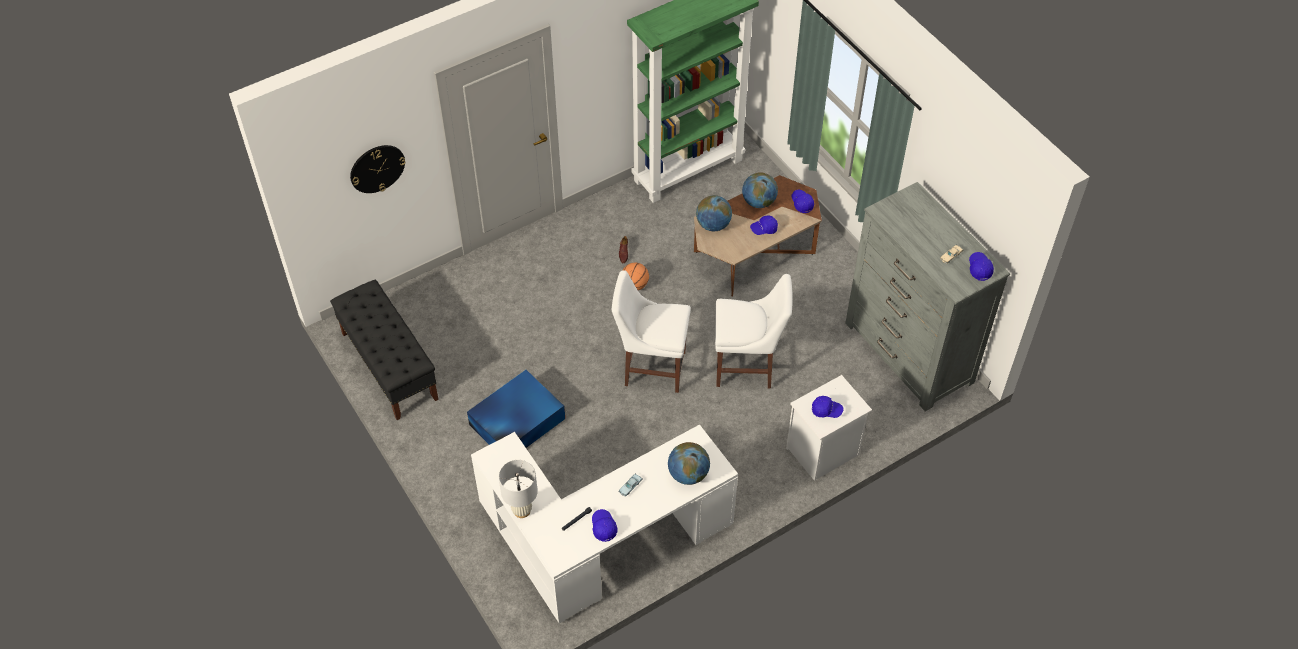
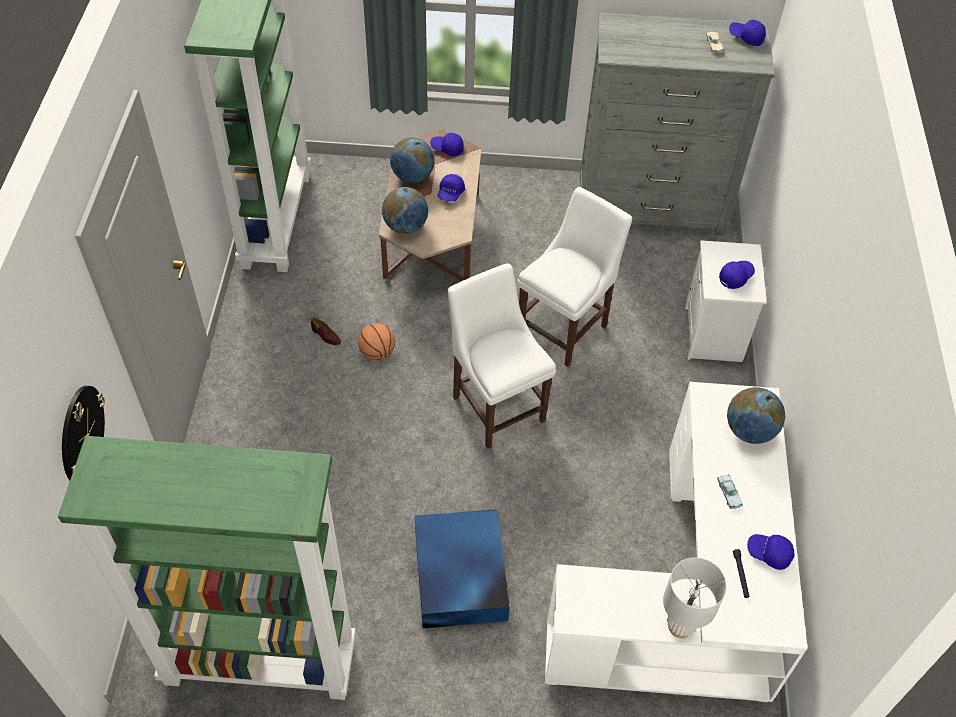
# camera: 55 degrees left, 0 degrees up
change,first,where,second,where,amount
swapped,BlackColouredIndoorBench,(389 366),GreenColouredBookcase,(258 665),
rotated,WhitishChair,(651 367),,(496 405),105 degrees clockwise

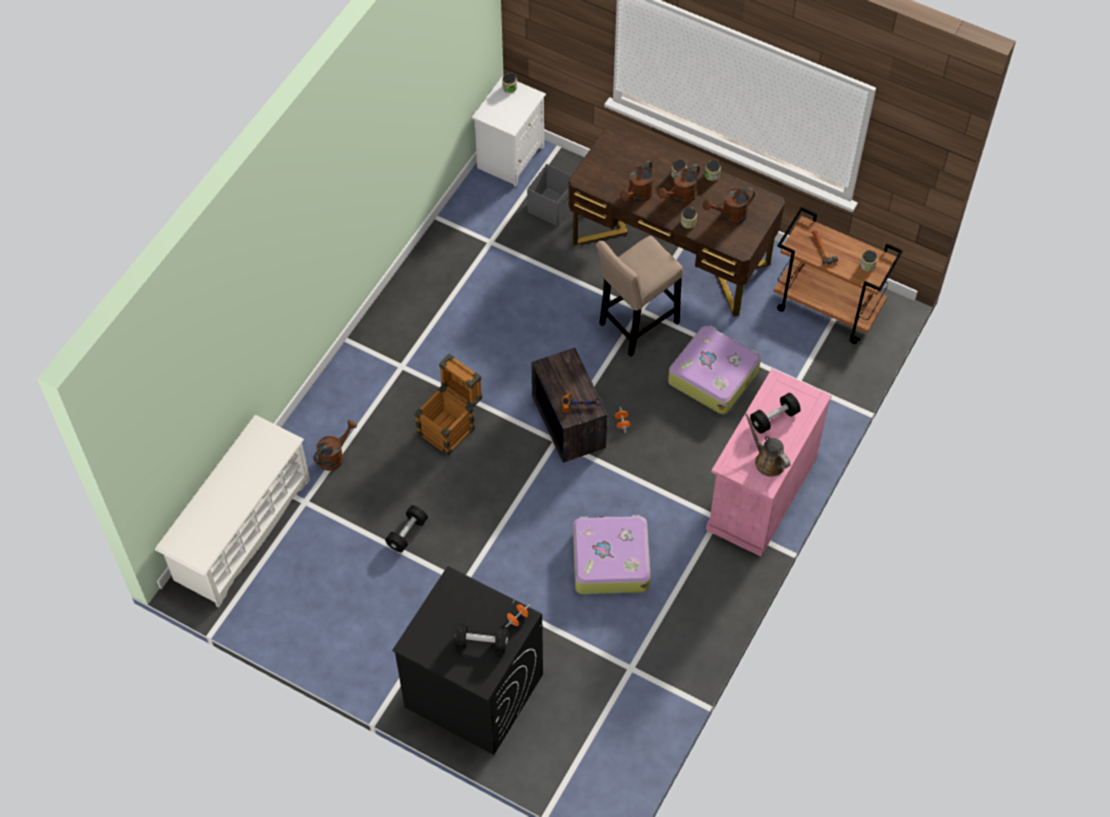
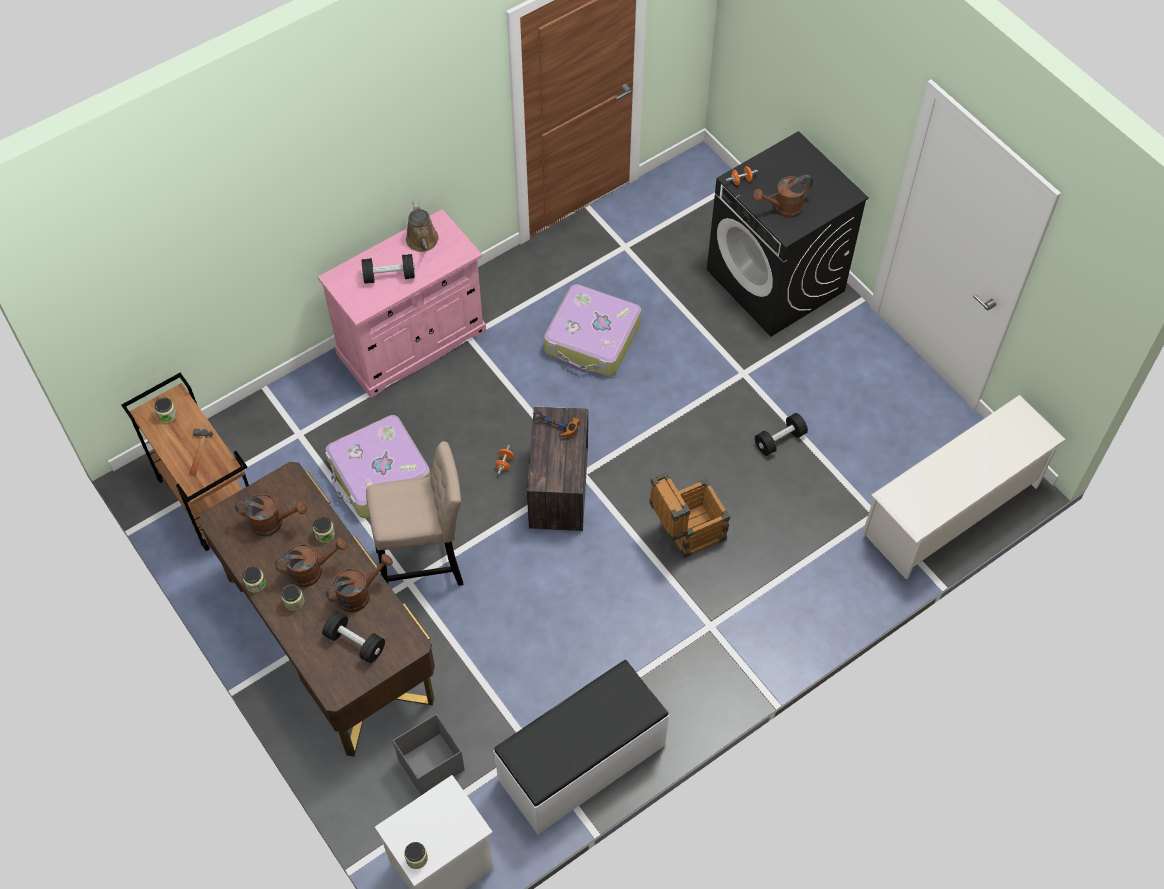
# camera: 155 degrees left, 0 degrees up
change,first,where,second,where,amount
new,,,WhitishIndoorBench,(582 763),
shifted,BrownWateringPot,(334 456),,(783 209),
shifted,BlackColouredDumbbell,(481 643),,(355 642),

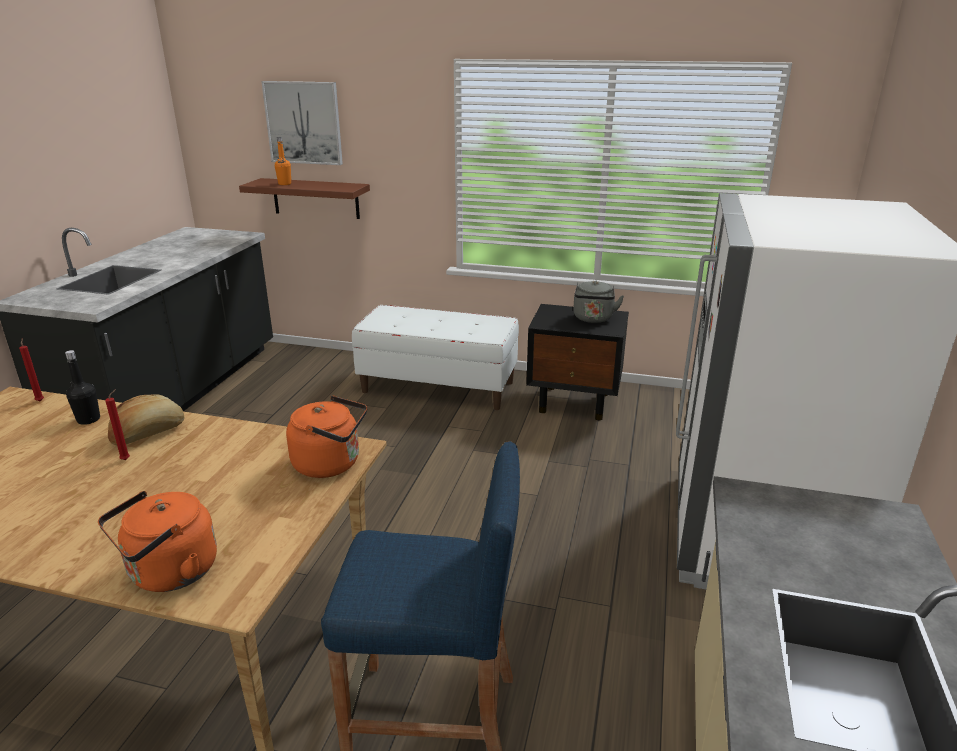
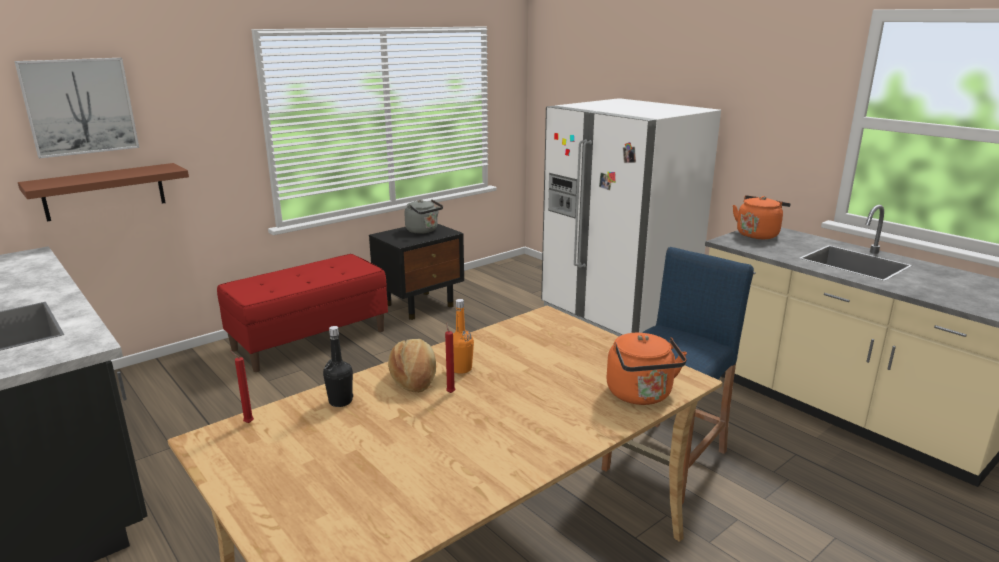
# camera: 55 degrees left, 5 degrees down
change,first,where,second,where,amount
shifted,OrangeDrinkBottle,(284 184),,(461 369),
shifted,OrangeWaterKettle,(331 464),,(758 234),
repainted,WhitishIndoorBench,(438 387),ReddishIndoorBench,(310 339),

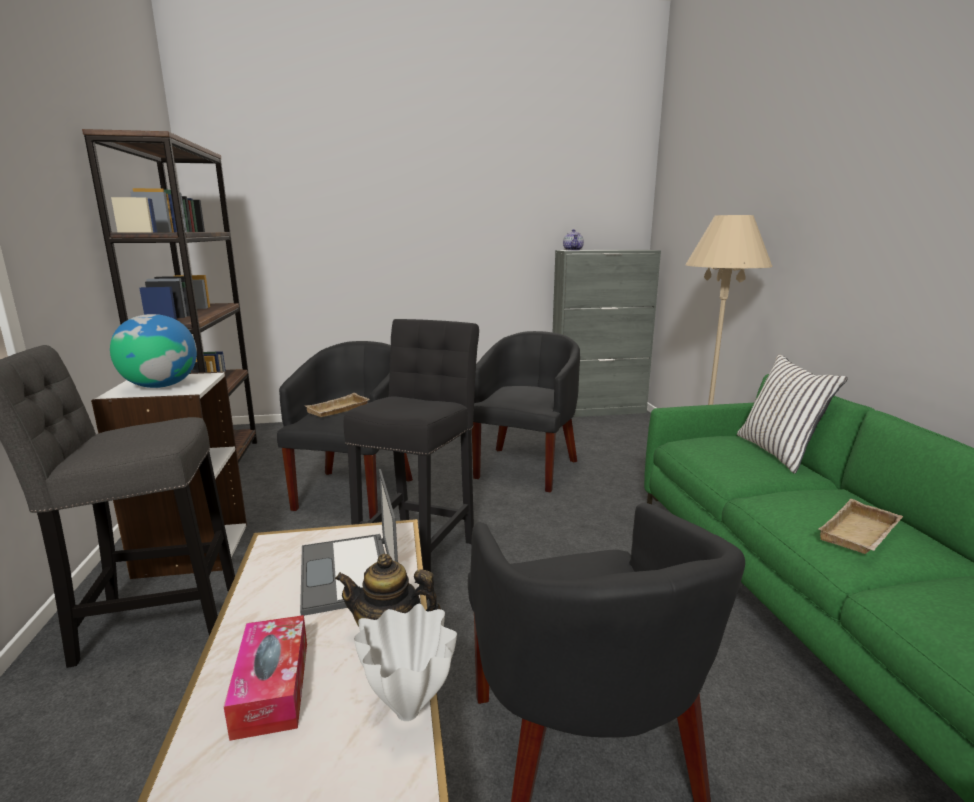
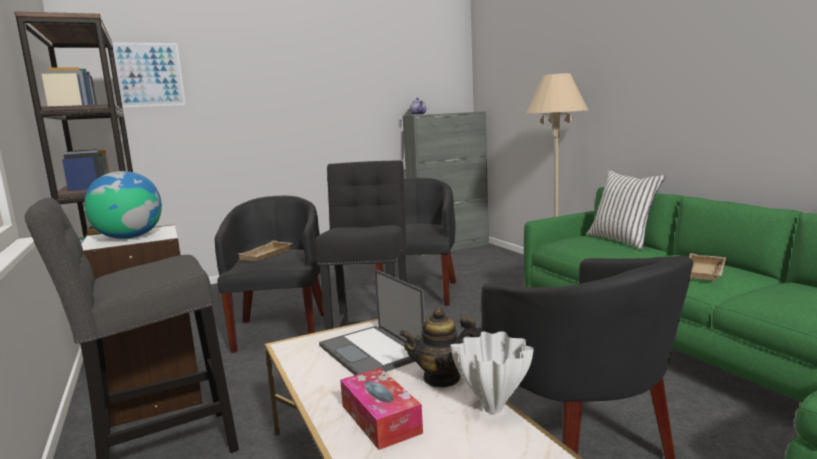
# camera: 15 degrees left, 5 degrees down
change,first,where,second,where,amount
new,,,WallPicture,(148 75),

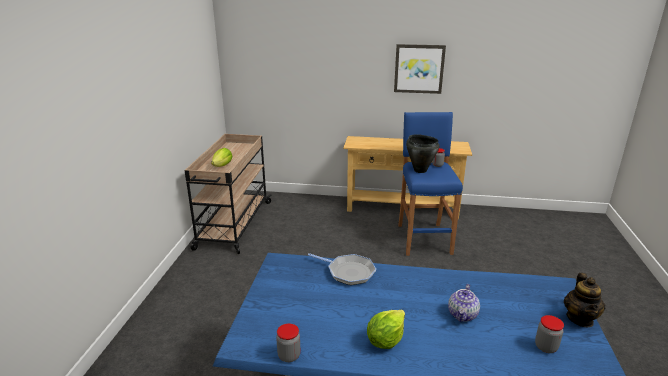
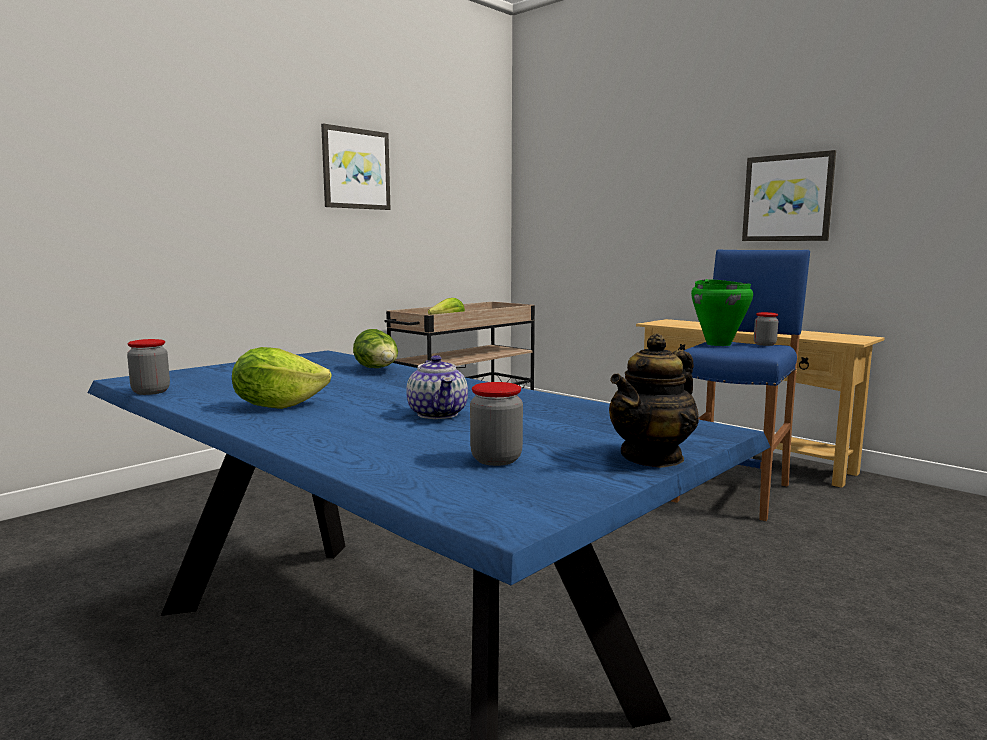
# camera: 35 degrees right, 15 degrees down
change,first,where,second,where,amount
new,,,WallPicture,(355 169),
swapped,FryingPan,(348 272),Lettuce,(378 369),
repainted,BlackColouredStockpot,(420 170),GreenColouredStockpot,(718 344),
rotated,PotForTea,(463 315),,(438 414),75 degrees counterclockwise

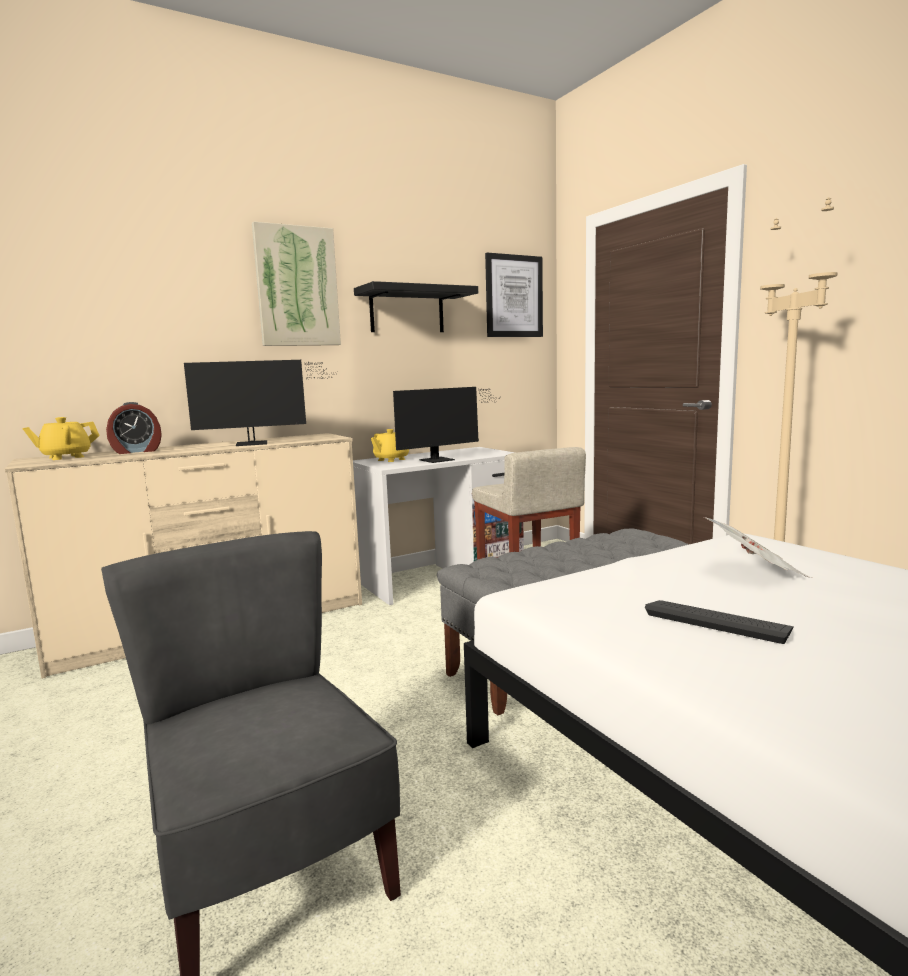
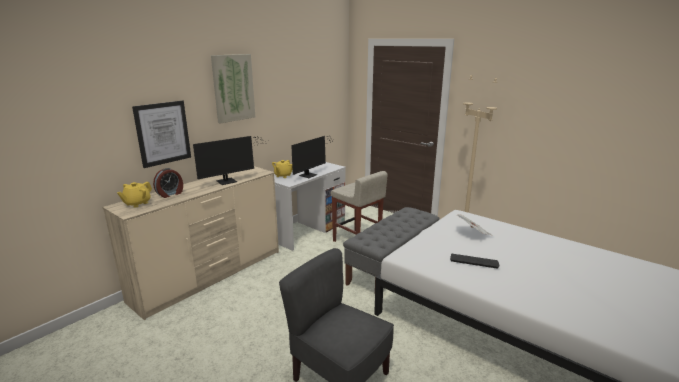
# camera: 20 degrees left, 10 degrees up
change,first,where,second,where,amount
gone,BlackColouredBracketShelf,(407 311),,,
shifted,WallPicture,(514 296),,(163 133),

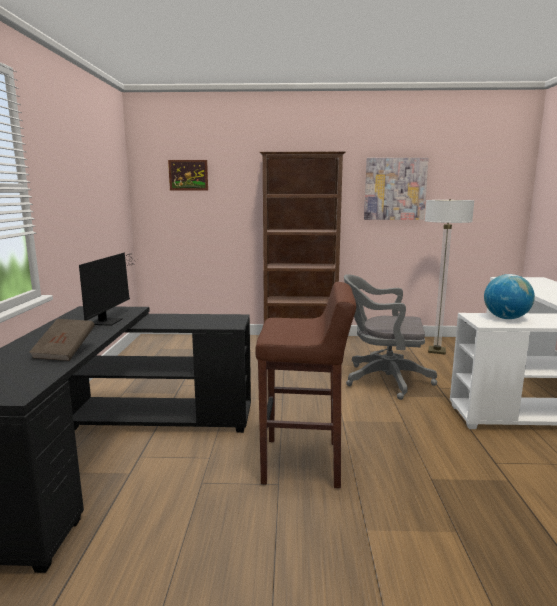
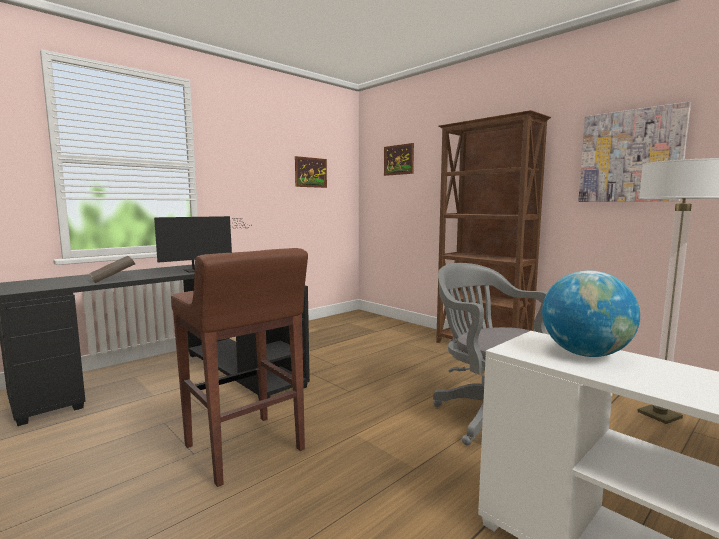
# camera: 45 degrees right, 5 degrees down
change,first,where,second,where,amount
new,,,WallPicture,(310 172),

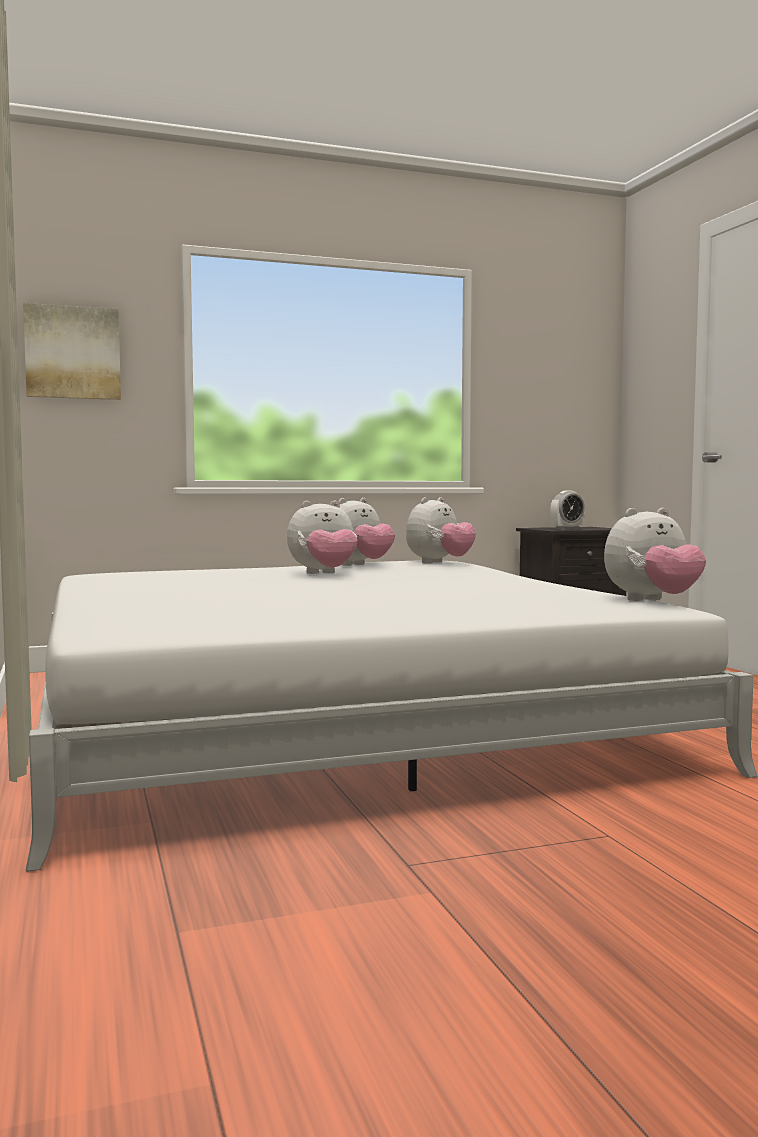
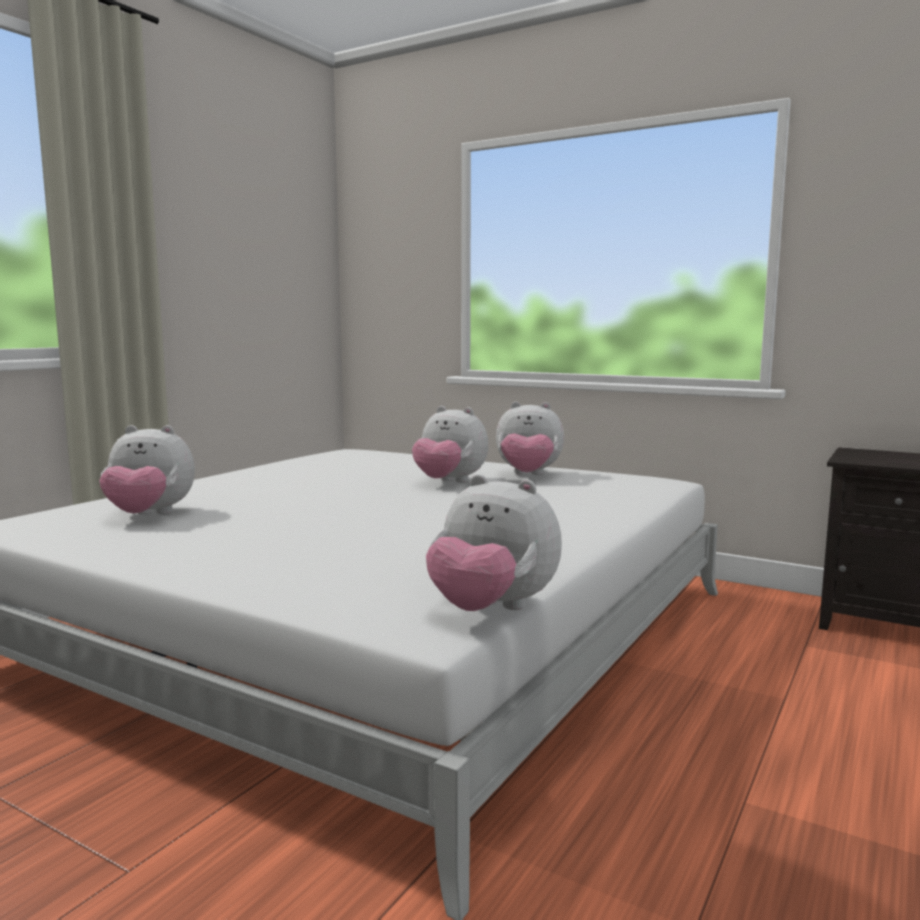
# camera: 50 degrees right, 5 degrees up
change,first,where,second,where,amount
gone,WallPicture,(73 353),,,
gone,BedsideClock,(567 529),,,
shifted,CuddlyToy,(439 563),,(149 515),

